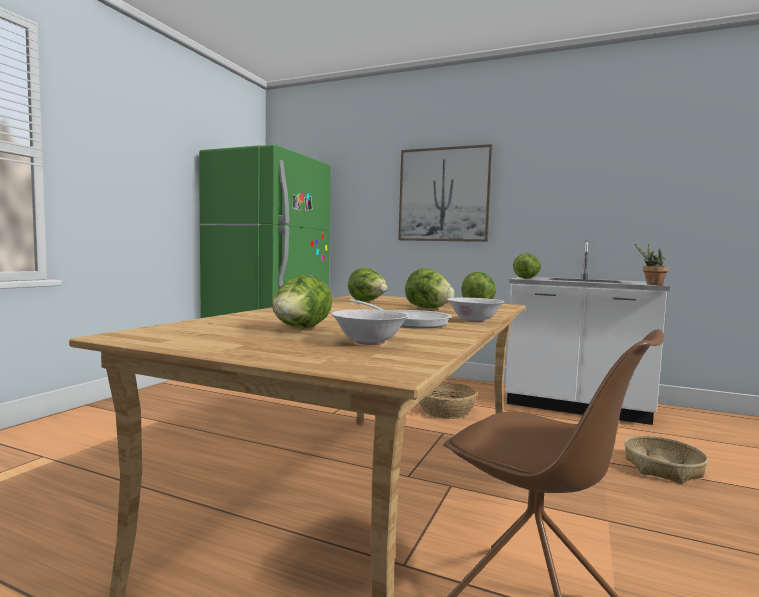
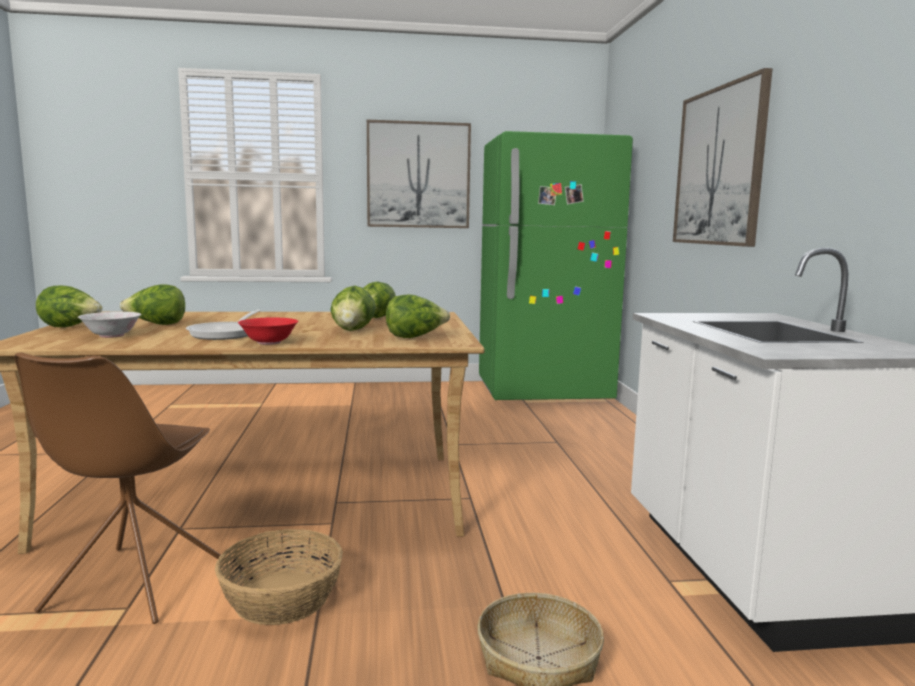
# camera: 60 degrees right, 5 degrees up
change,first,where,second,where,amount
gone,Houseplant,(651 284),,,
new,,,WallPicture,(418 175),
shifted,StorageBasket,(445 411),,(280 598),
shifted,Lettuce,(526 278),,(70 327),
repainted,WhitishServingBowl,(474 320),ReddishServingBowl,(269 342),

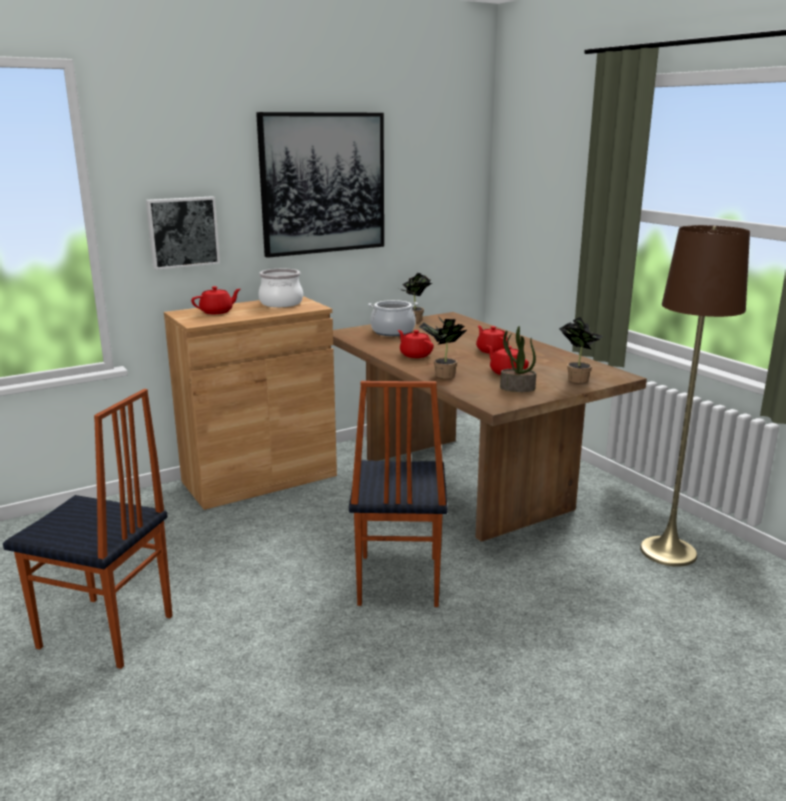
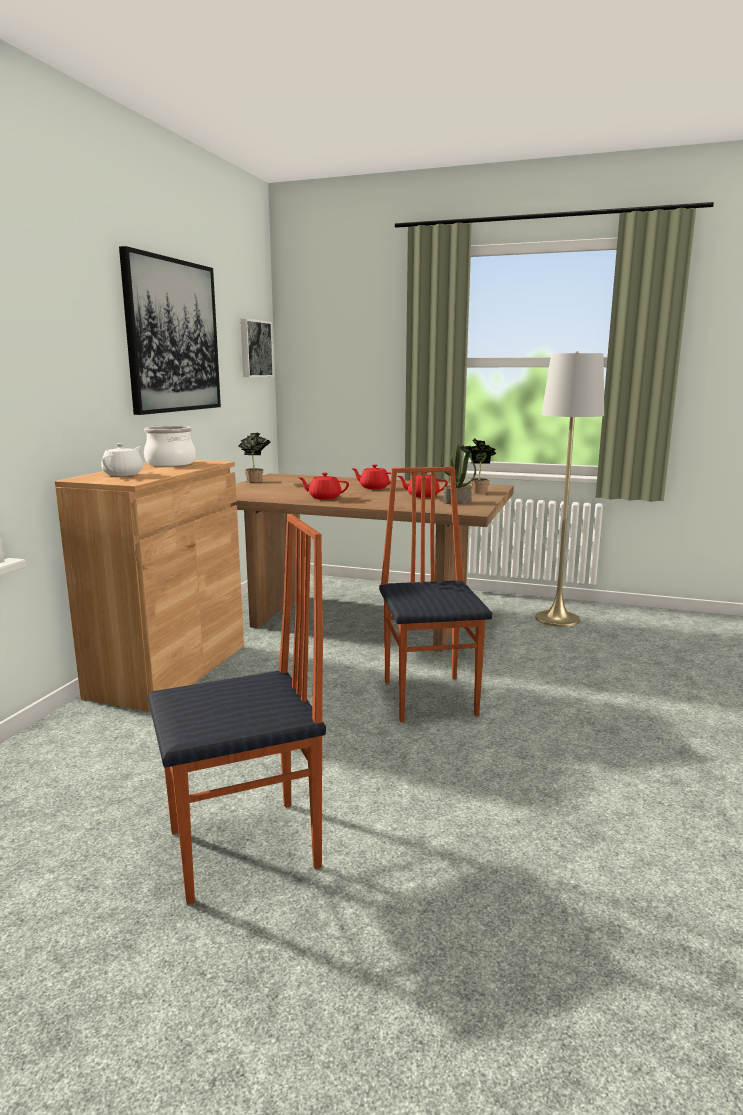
# camera: 40 degrees left, 5 degrees down
change,first,where,second,where,amount
gone,Stockpot,(392 331),,,
gone,Houseplant,(442 375),,,
shifted,WallPicture,(182 232),,(254 349),
repainted,ReddishPotForTea,(217 312),WhitishPotForTea,(124 474),
repainted,BrownFloorLamp,(668 551),GrayFloorLamp,(557 619),
rotated,Chair,(396 581),,(431 697),150 degrees counterclockwise

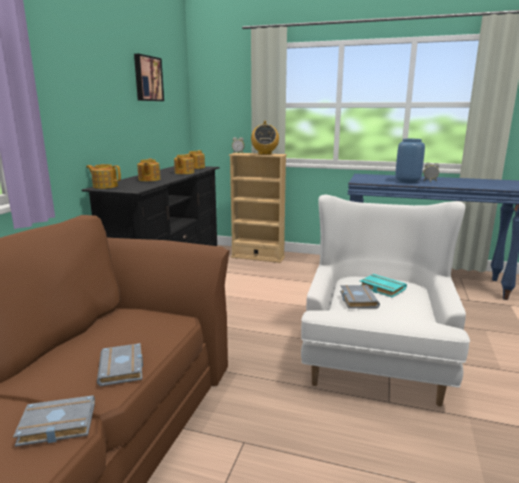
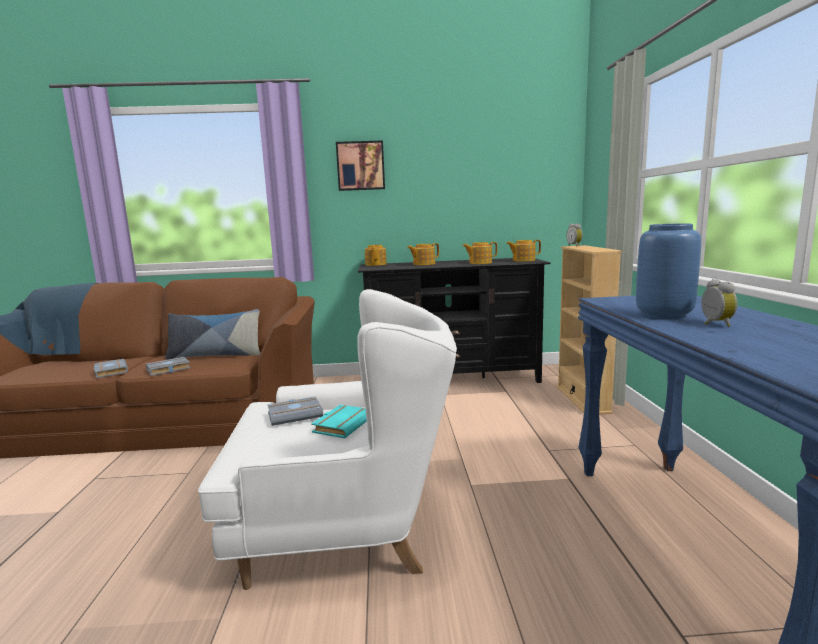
# camera: 70 degrees right, 5 degrees down
change,first,where,second,where,amount
gone,RadioReceiver,(264 154),,,
new,,,ThrowPillow,(215 355),
shifted,WallPicture,(147 78),,(360 166),

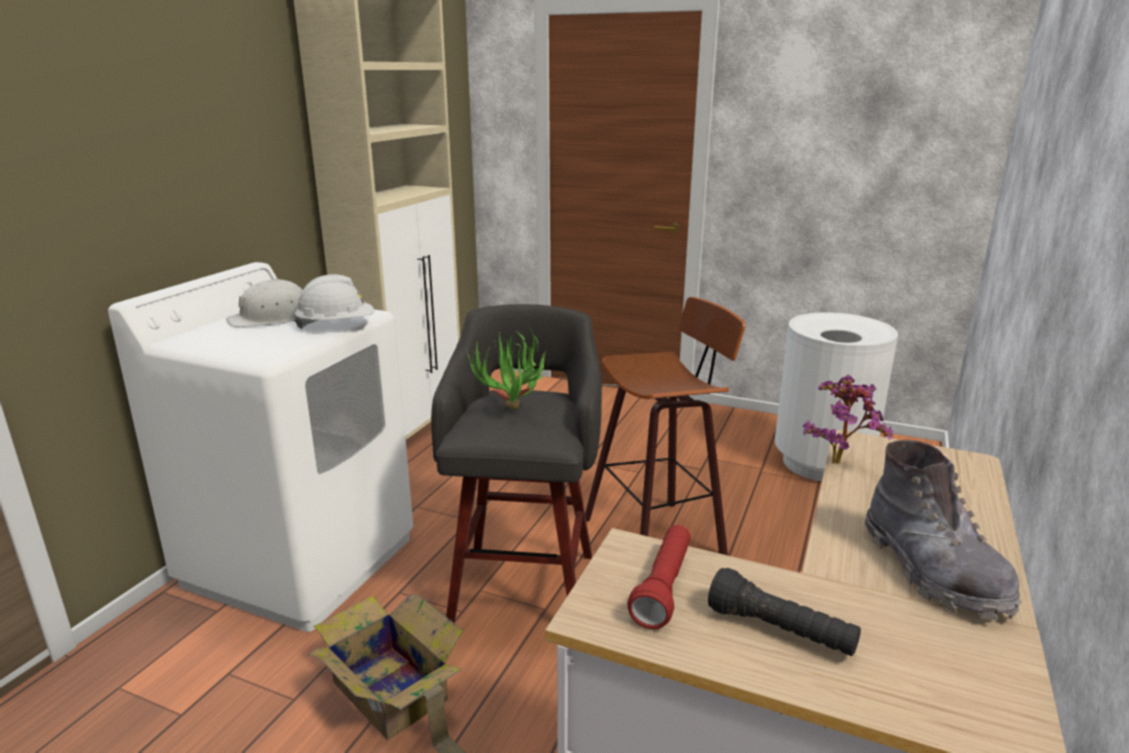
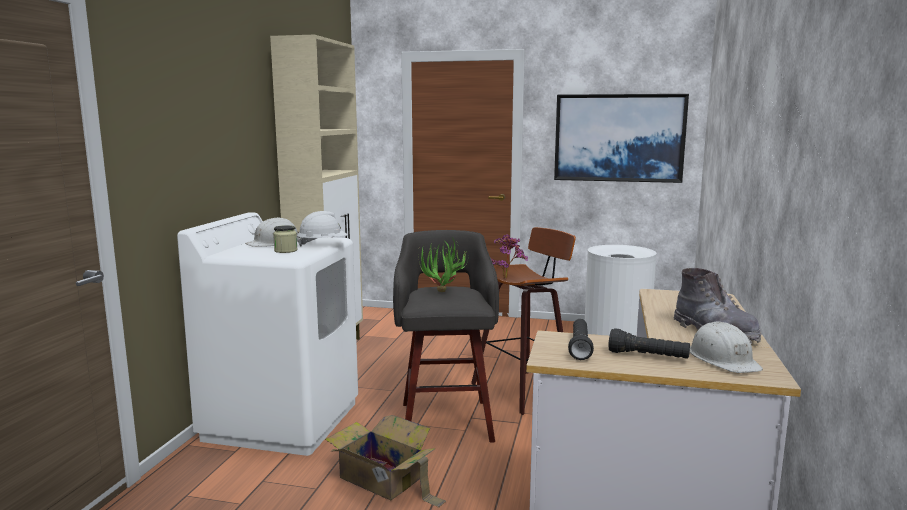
# camera: 10 degrees left, 10 degrees down
change,first,where,second,where,amount
new,,,StorageJar,(286 250),
new,,,WallPicture,(619 138),
new,,,WhitishWorkHelmet,(723 359),
shifted,Houseplant,(839 461),,(507 278),
repainted,ReddishHandTorch,(663 588),BlackColouredHandTorch,(579 347),

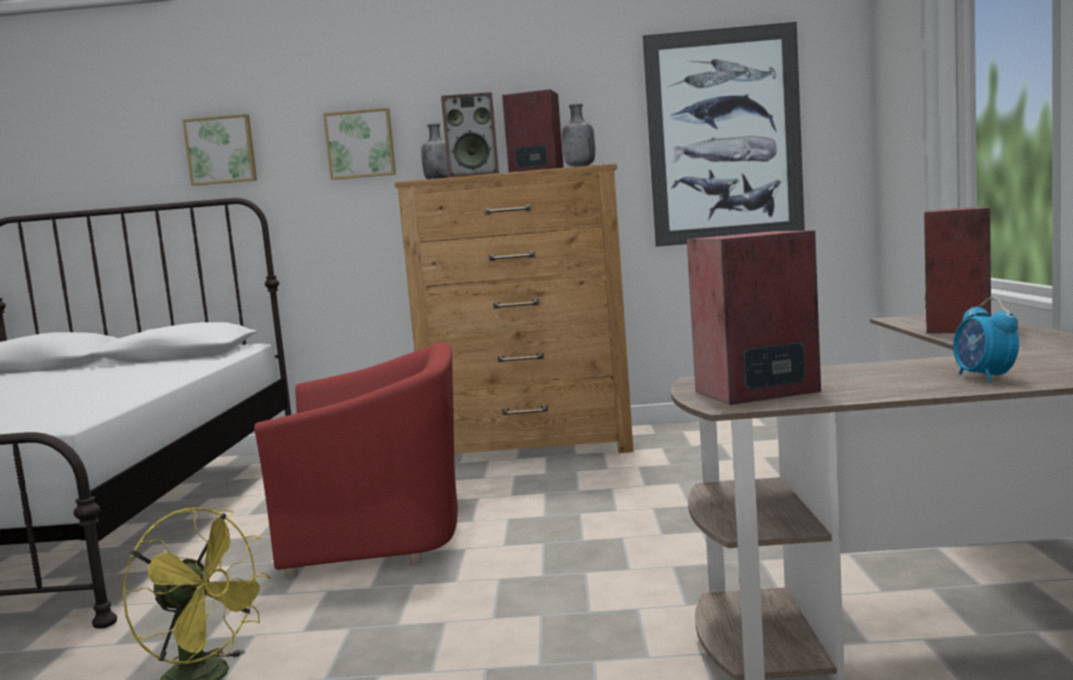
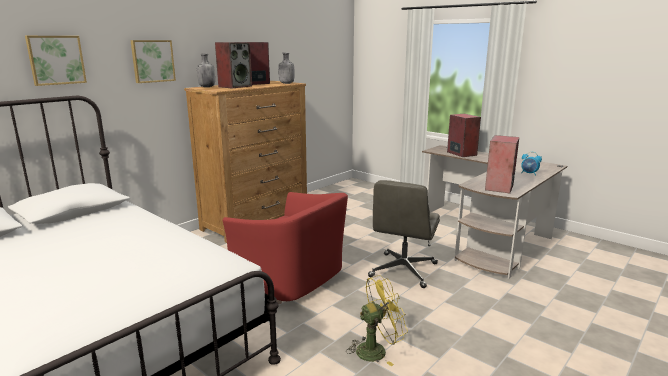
# camera: 50 degrees left, 10 degrees up
change,first,where,second,where,amount
gone,WallPicture,(724 136),,,
new,,,GrayDeskChair,(403 271),
rotated,ReddishArmchair,(379 534),,(291 278),90 degrees clockwise

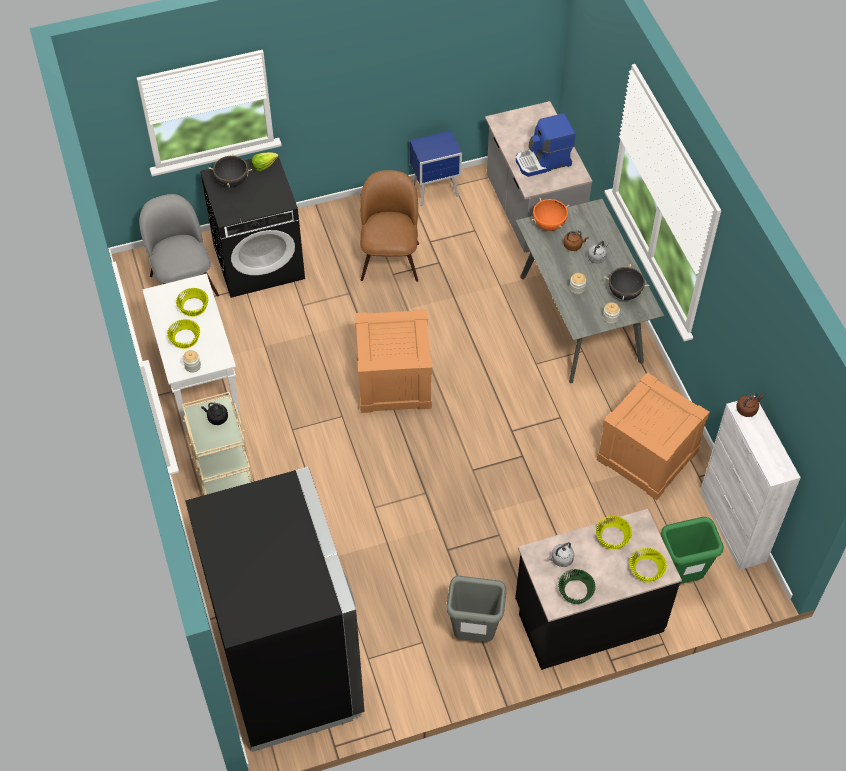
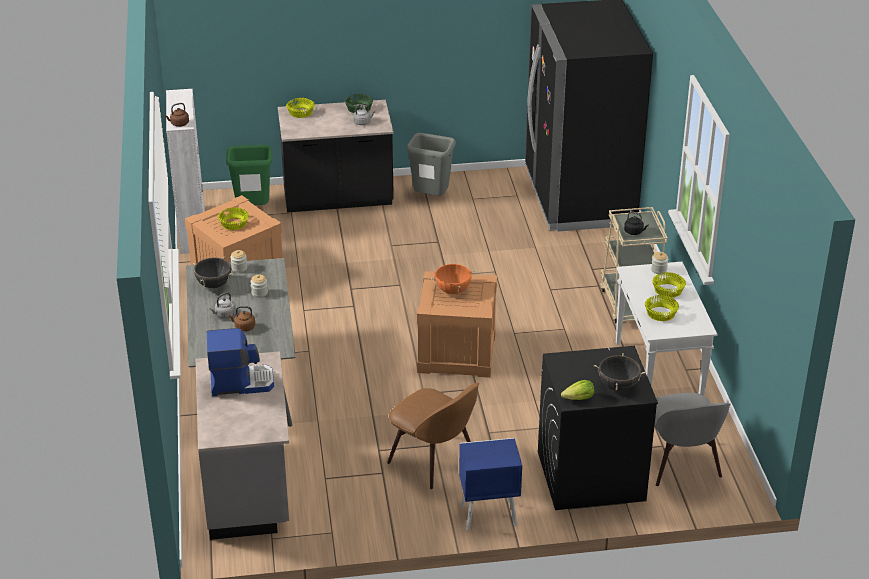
# camera: 170 degrees left, 20 degrees down
change,first,where,second,where,amount
shifted,BluishNightstand,(436 191),,(487 515),
shifted,OrangeStockpot,(549 224),,(453 290),
shifted,YellowServingBowl,(613 536),,(233 224),
rotated,BrownChair,(390 259),,(434 460),60 degrees counterclockwise

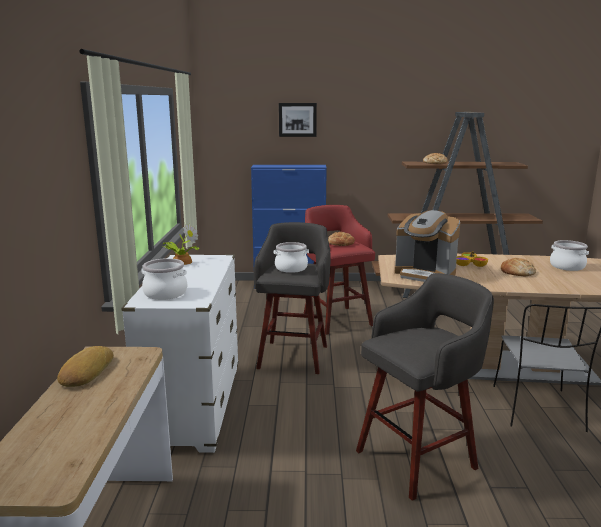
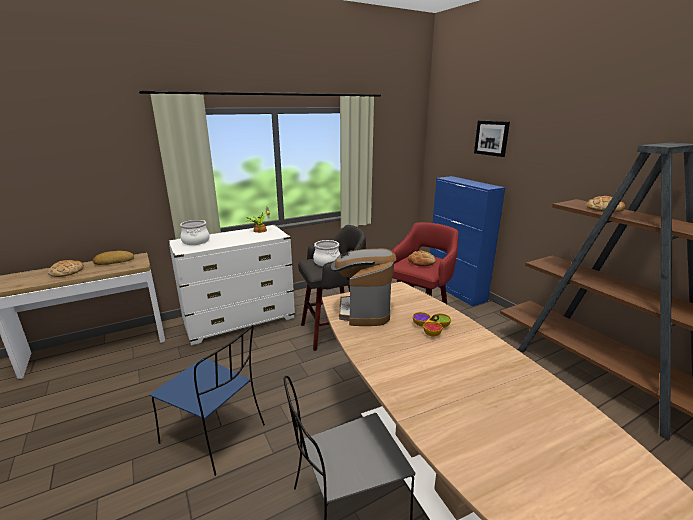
# camera: 60 degrees right, 5 degrees up
change,first,where,second,where,amount
gone,Stockpot,(567 267),,,
shifted,BakeryBread,(517 272),,(66 272),
swapped,GraySittingStool,(419 458),BluishChair,(215 435),

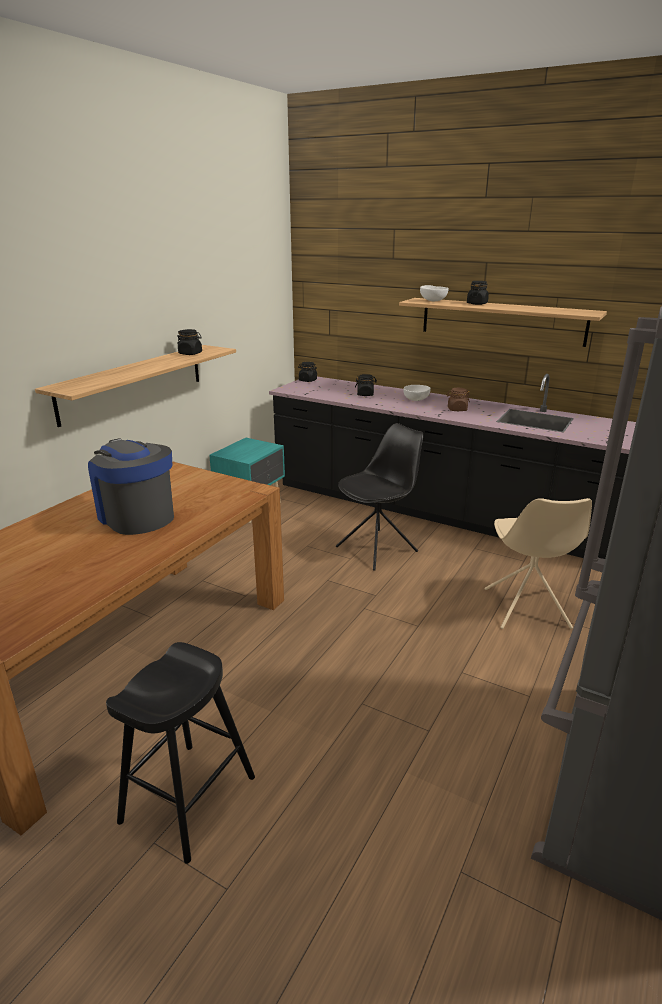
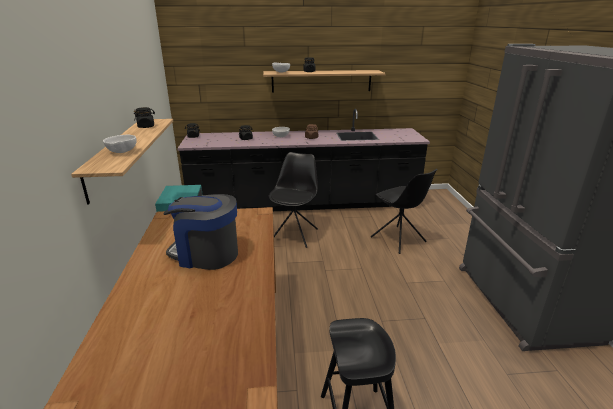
# camera: 35 degrees left, 0 degrees up
change,first,where,second,where,amount
new,,,WhitishServingBowl,(122 152),
repainted,SandColouredChair,(526 609),BlackColouredChair,(399 240),

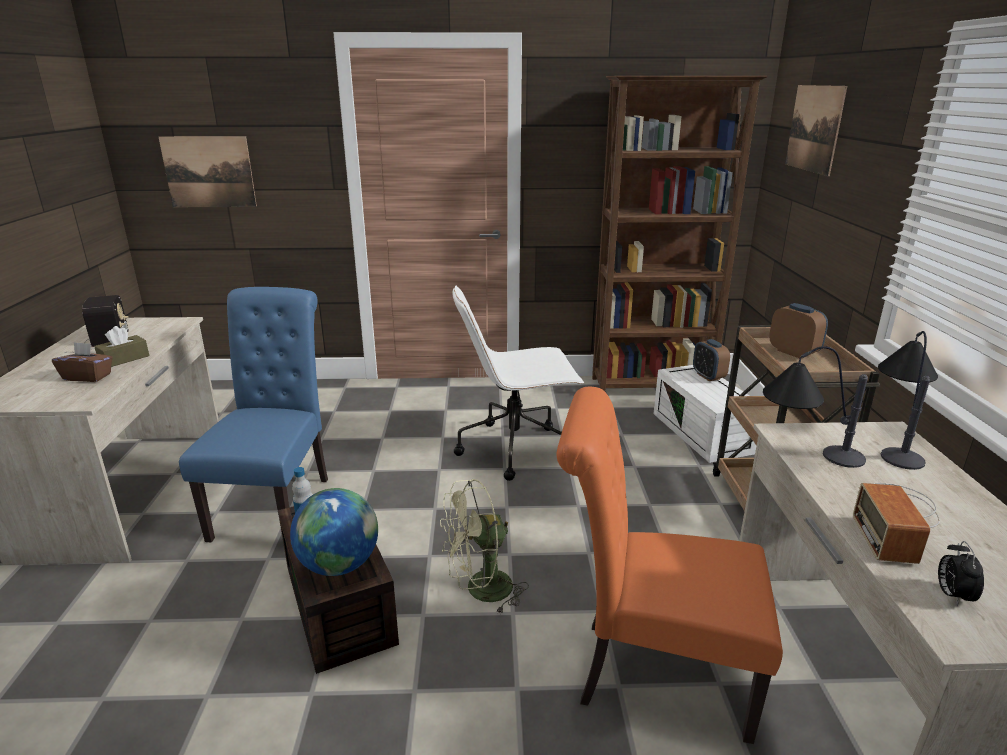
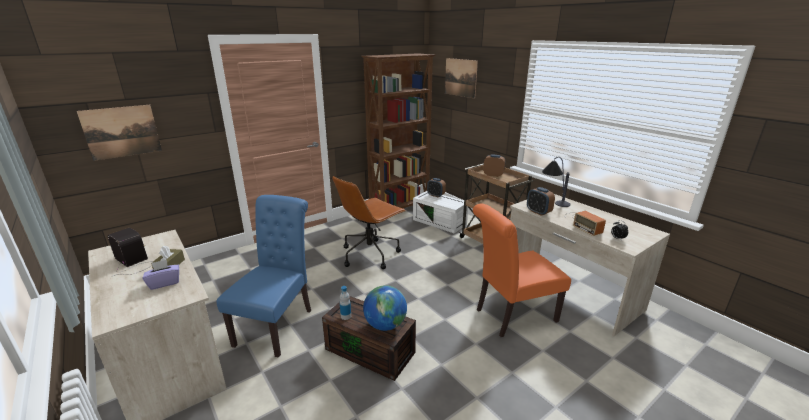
# camera: 35 degrees left, 0 degrees up
change,first,where,second,where,amount
gone,GreenColouredCoolingFan,(480 591),,,
swapped,TabletopLamp,(804 457),BedsideClock,(538 212),
repainted,BrownTissueBox,(88 377),PurplishTissueBox,(164 283),
repainted,WhitishDeskChair,(515 448),BrownDeskChair,(370 254),
rotated,BluishChair,(276 503),,(278 324),45 degrees clockwise

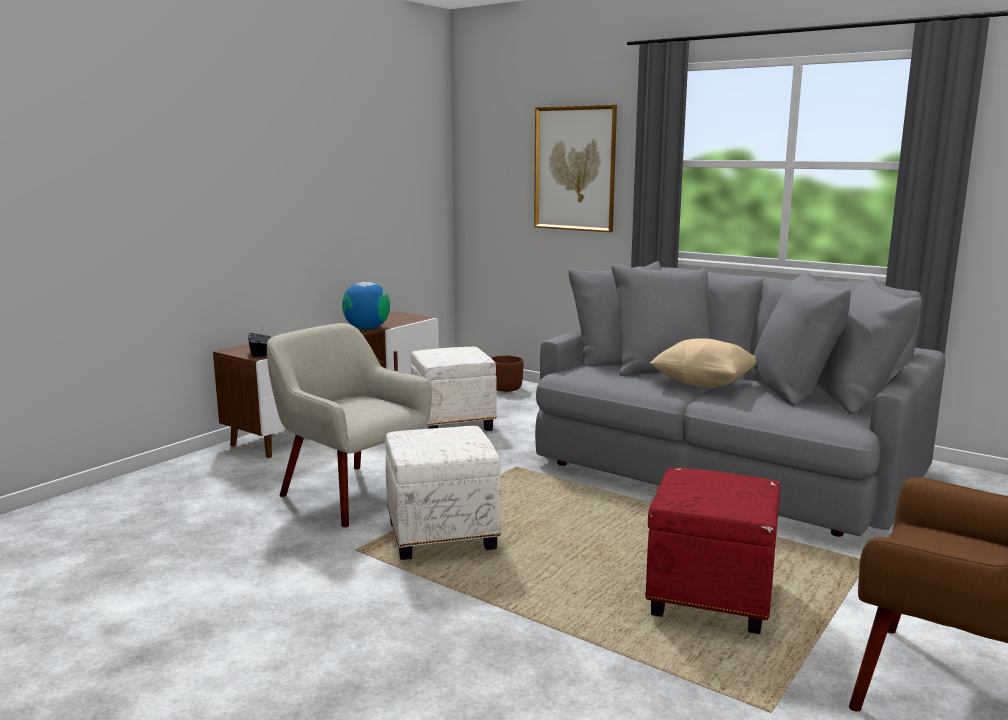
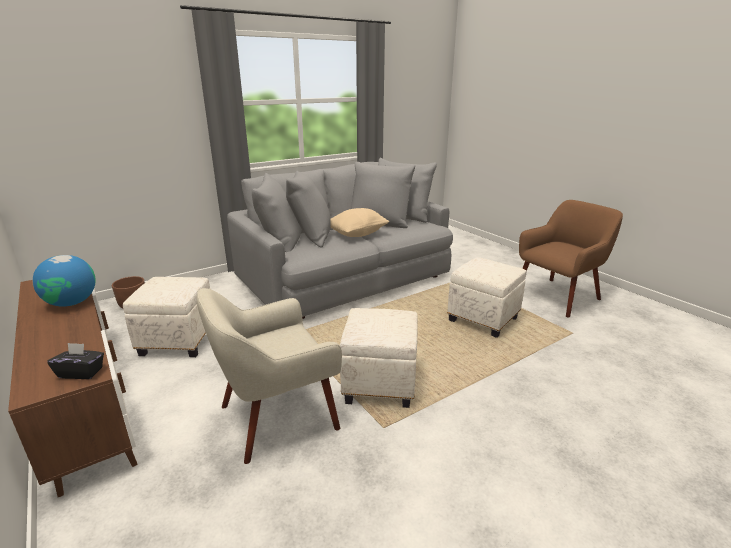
# camera: 70 degrees left, 10 degrees up
change,first,where,second,where,amount
gone,WallPicture,(575 168),,,
repainted,ReddishFootrest,(711 599),WhitishFootrest,(484 319),

